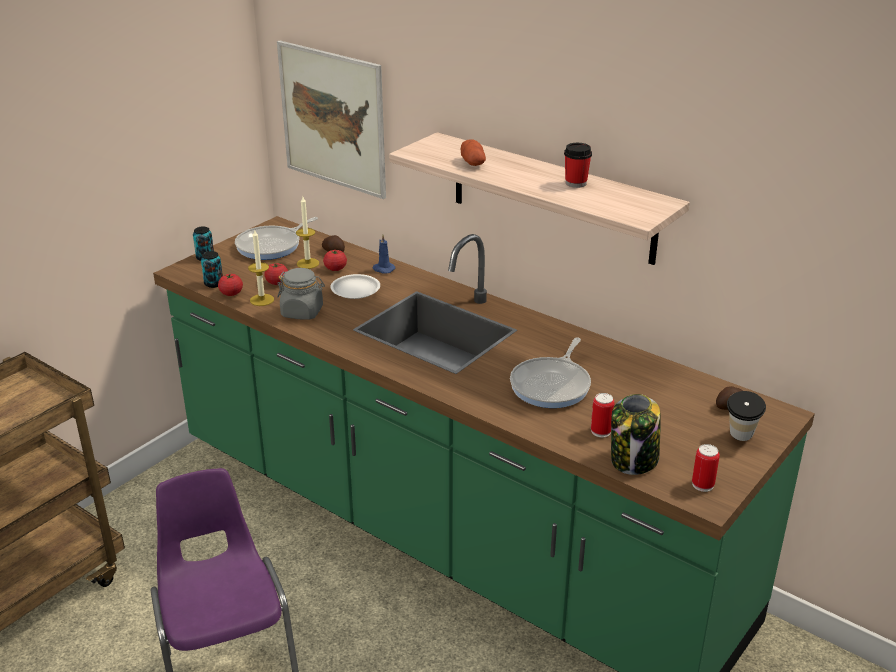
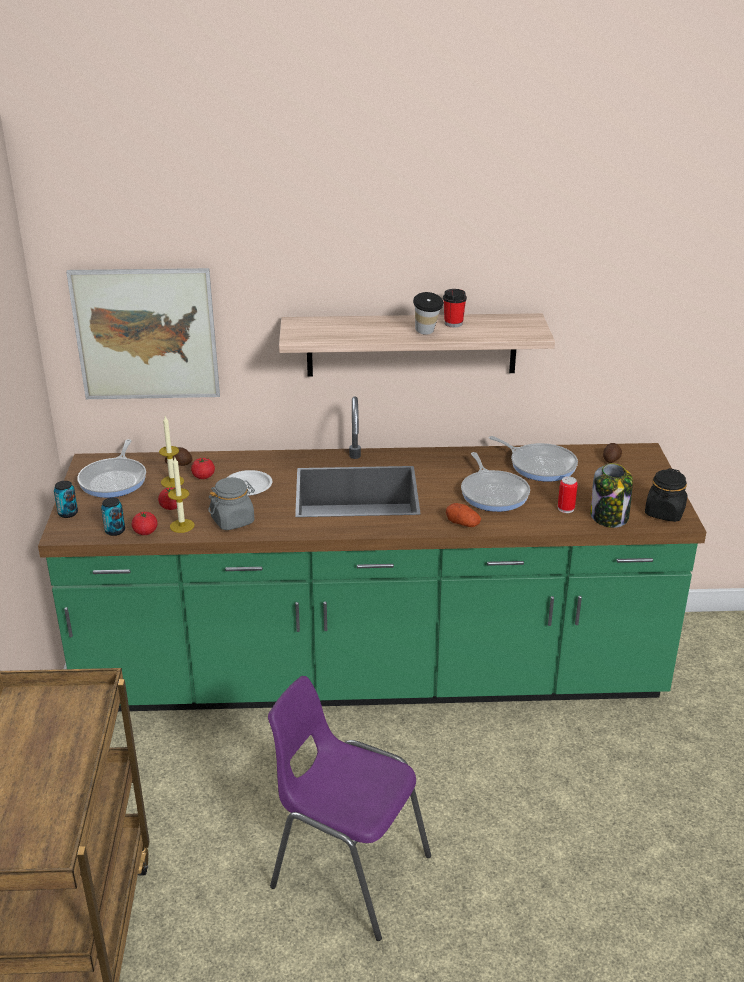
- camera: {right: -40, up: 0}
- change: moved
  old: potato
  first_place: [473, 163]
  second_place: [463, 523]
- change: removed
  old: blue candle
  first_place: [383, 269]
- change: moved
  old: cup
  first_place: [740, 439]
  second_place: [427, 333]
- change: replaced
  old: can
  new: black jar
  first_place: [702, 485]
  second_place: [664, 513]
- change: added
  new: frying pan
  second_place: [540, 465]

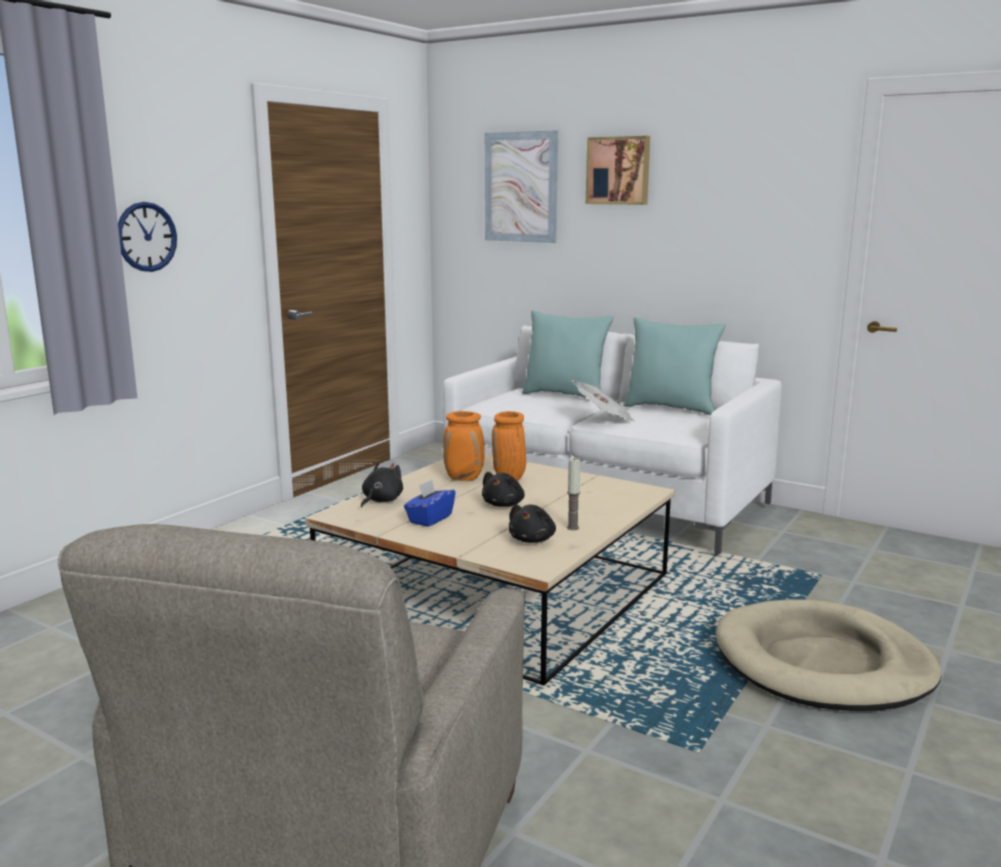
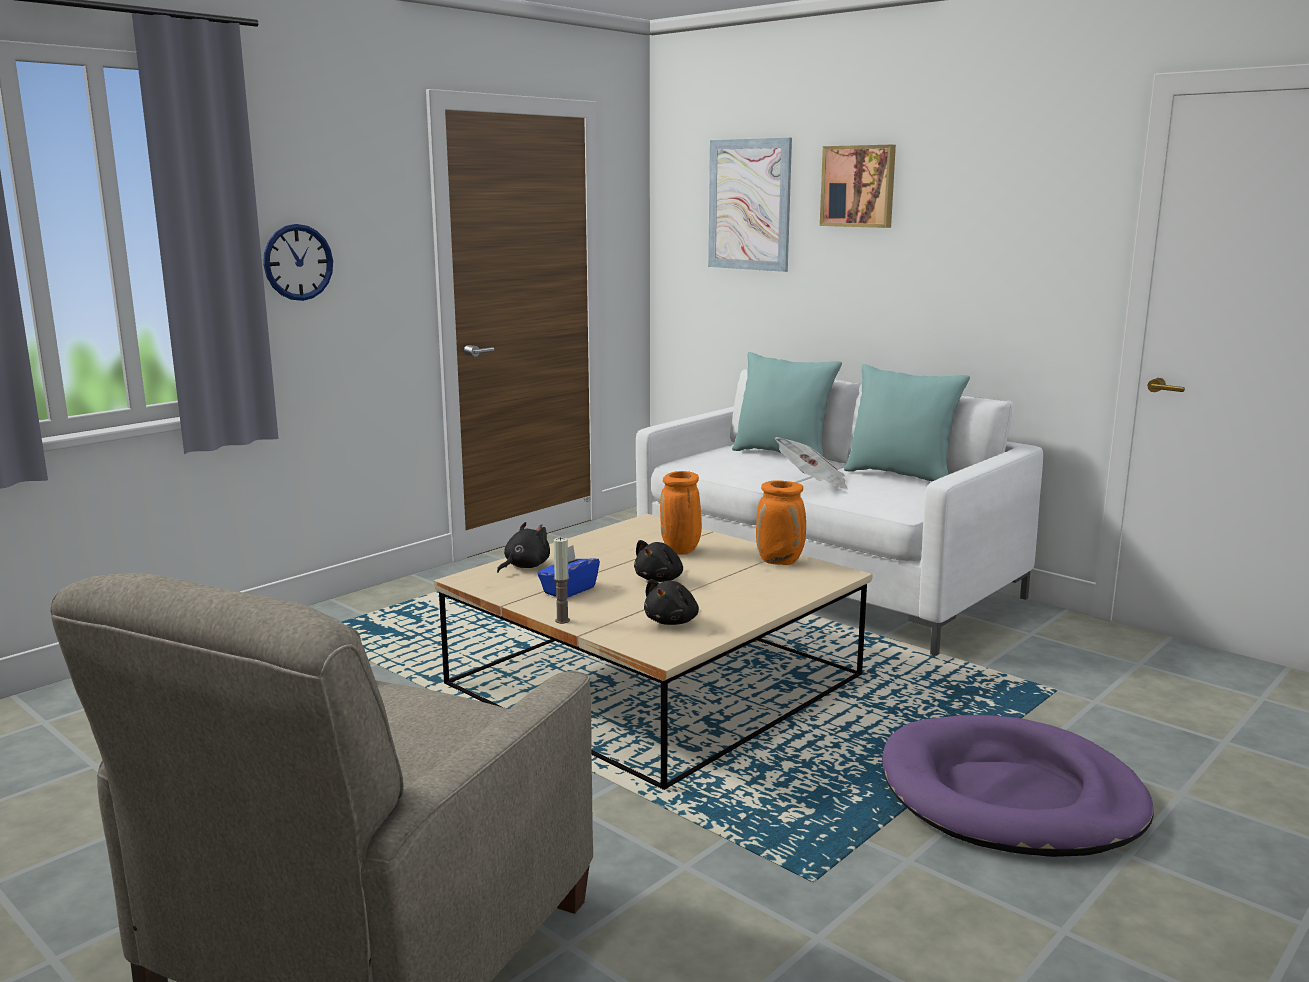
- camera: {right: 10, up: 0}
- change: moved
  old: orange vase
  first_place: [465, 478]
  second_place: [780, 562]
- change: moved
  old: candle
  first_place: [572, 528]
  second_place: [562, 620]
- change: recoloured
  old: beige dog bed
  new: purple dog bed
  first_place: [822, 664]
  second_place: [1010, 796]

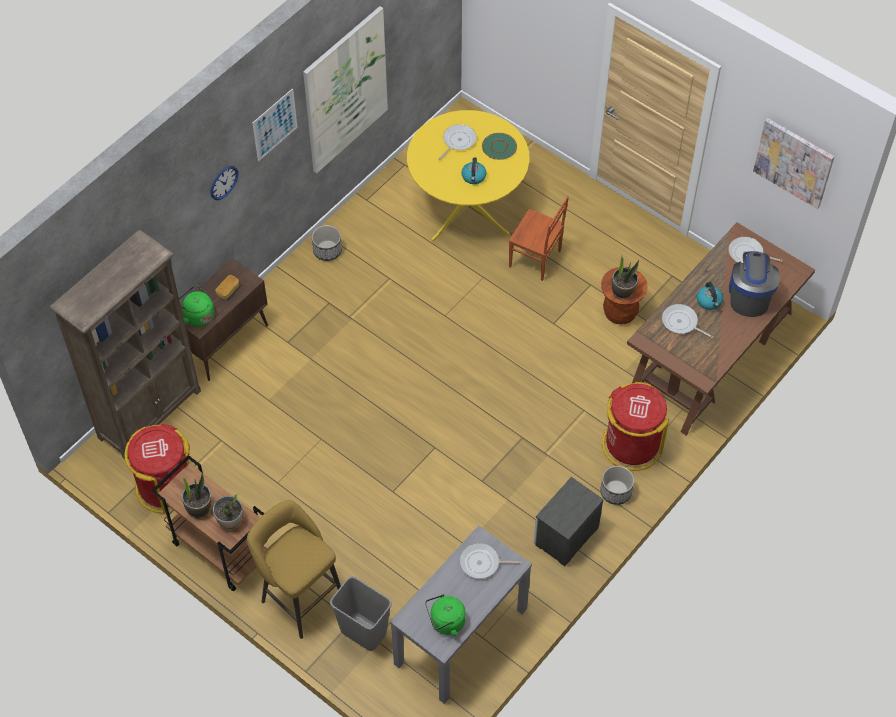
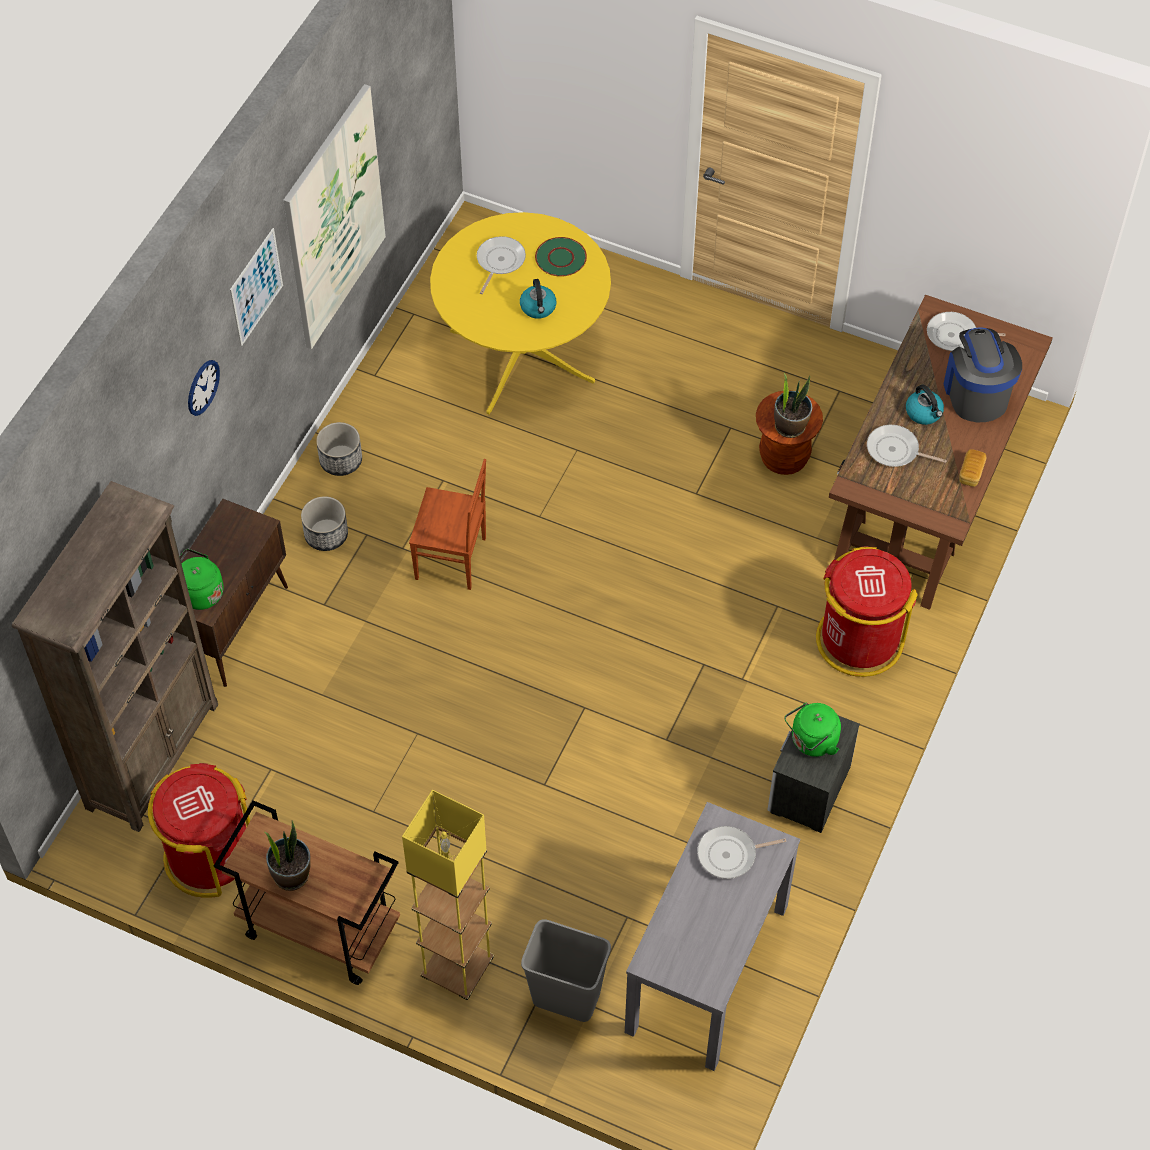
- camera: {right: -15, up: 0}
- change: removed
  old: picture
  first_place: [794, 162]
- change: moved
  old: brown chair
  first_place: [535, 260]
  second_place: [452, 560]
- change: moved
  old: bread
  first_place: [228, 290]
  second_place: [971, 473]
- change: moved
  old: planter
  first_place: [616, 492]
  second_place: [326, 535]
- change: removed
  old: potted plant
  first_place: [230, 521]
- change: replaced
  old: yellow stool
  new: yellow floor lamp
  first_place: [299, 597]
  second_place: [457, 969]
- change: moved
  old: green kettle
  first_place: [445, 622]
  second_place: [812, 742]

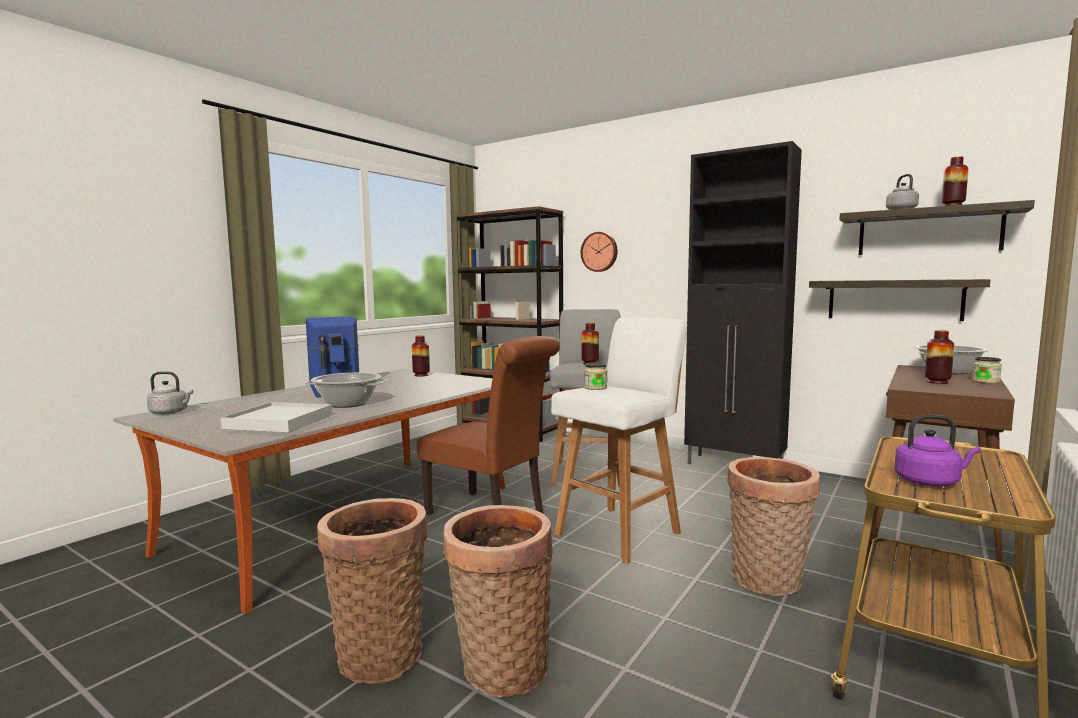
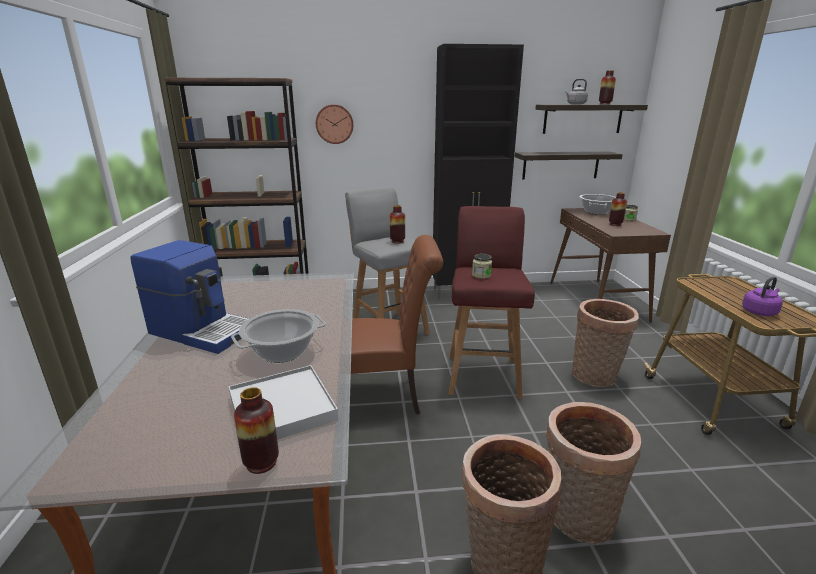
- camera: {right: -40, up: 15}
- change: recoloured
  old: white stool
  new: red stool
  first_place: [620, 532]
  second_place: [483, 374]
- change: moved
  old: vase
  first_place: [421, 375]
  second_place: [261, 463]
- change: removed
  old: grey kettle
  first_place: [170, 412]

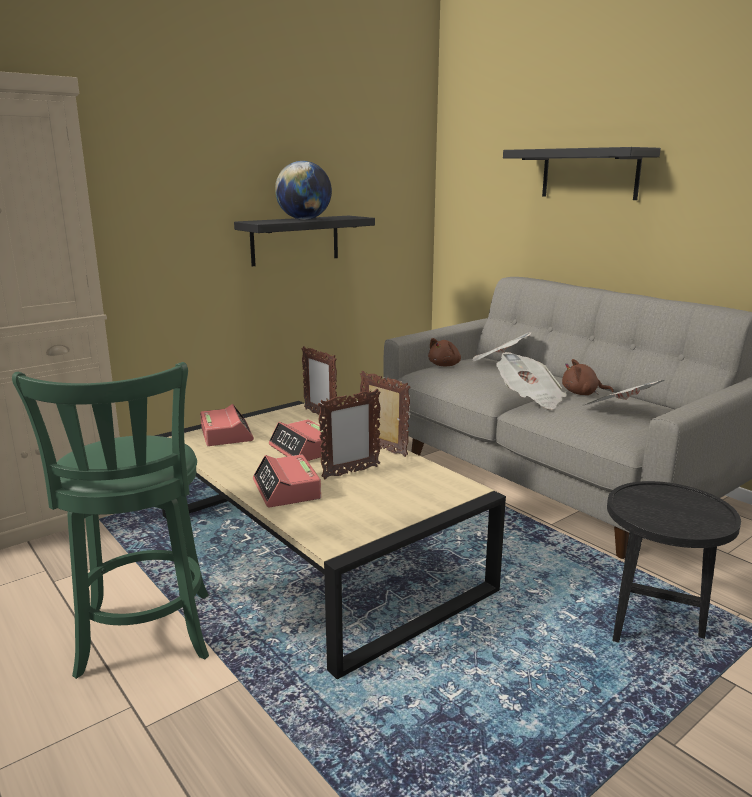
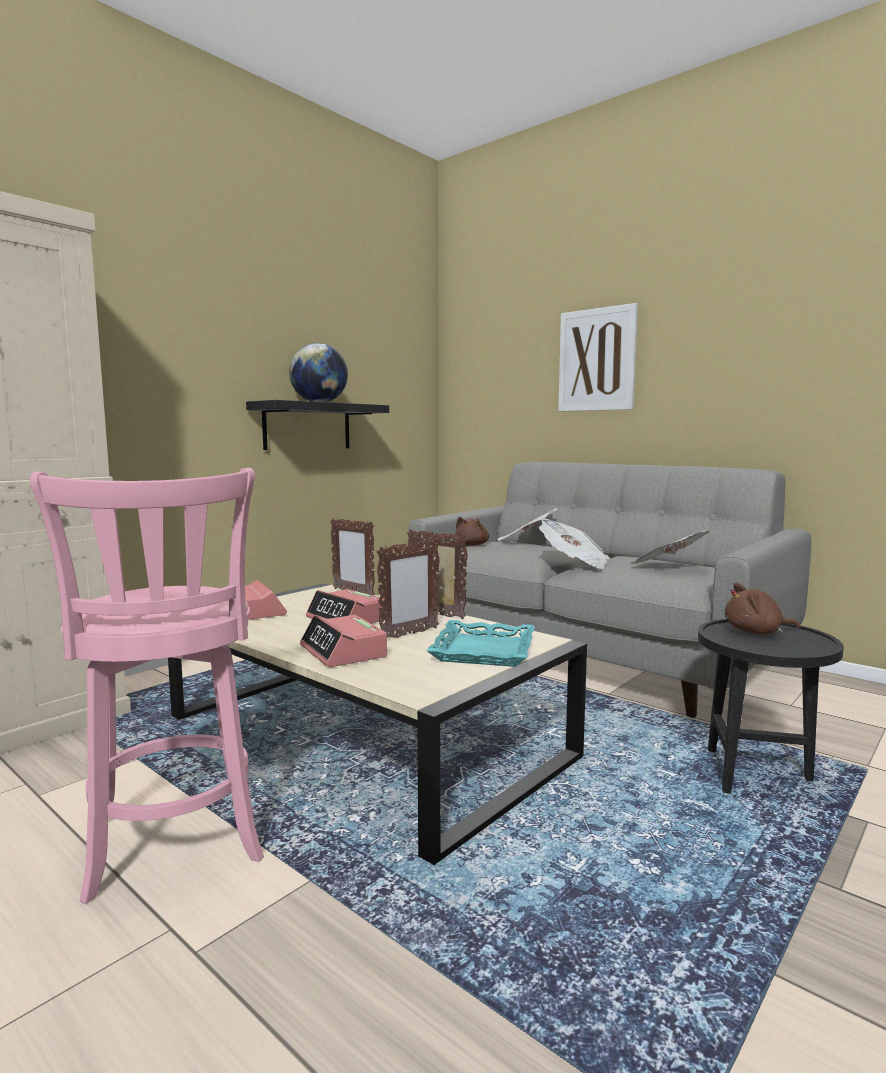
- camera: {right: -10, up: -10}
- change: replaced
  old: black shelf
  new: picture
  first_place: [589, 174]
  second_place: [597, 360]
- change: moved
  old: brown plush toy
  first_place: [582, 393]
  second_place: [756, 632]
- change: recoloured
  old: green stool
  new: pink stool
  first_place: [145, 638]
  second_place: [174, 846]
- change: added
  new: turquoise tray
  second_place: [482, 650]

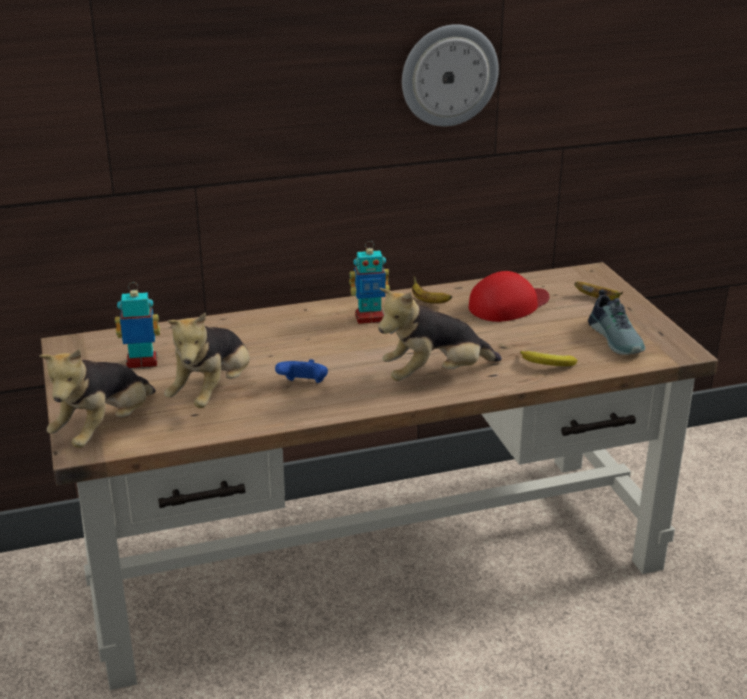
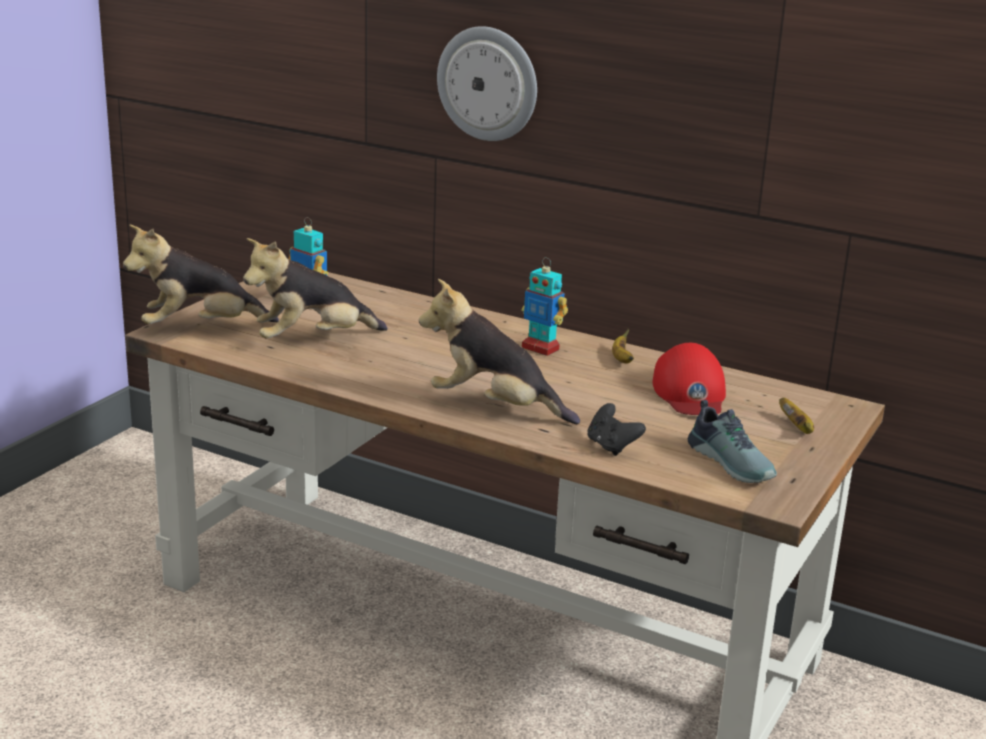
- camera: {right: 45, up: -5}
- change: moved
  old: wall clock
  first_place: [449, 75]
  second_place: [488, 83]
- change: turned
  old: red cap
  first_place: [508, 305]
  second_place: [690, 393]
  degrees: 75
- change: turned
  old: shoe
  first_place: [617, 338]
  second_place: [733, 462]
  degrees: -60
- change: replaced
  old: banana
  new: black game controller
  first_place: [547, 364]
  second_place: [611, 446]
- change: removed
  old: blue game controller
  first_place: [303, 385]

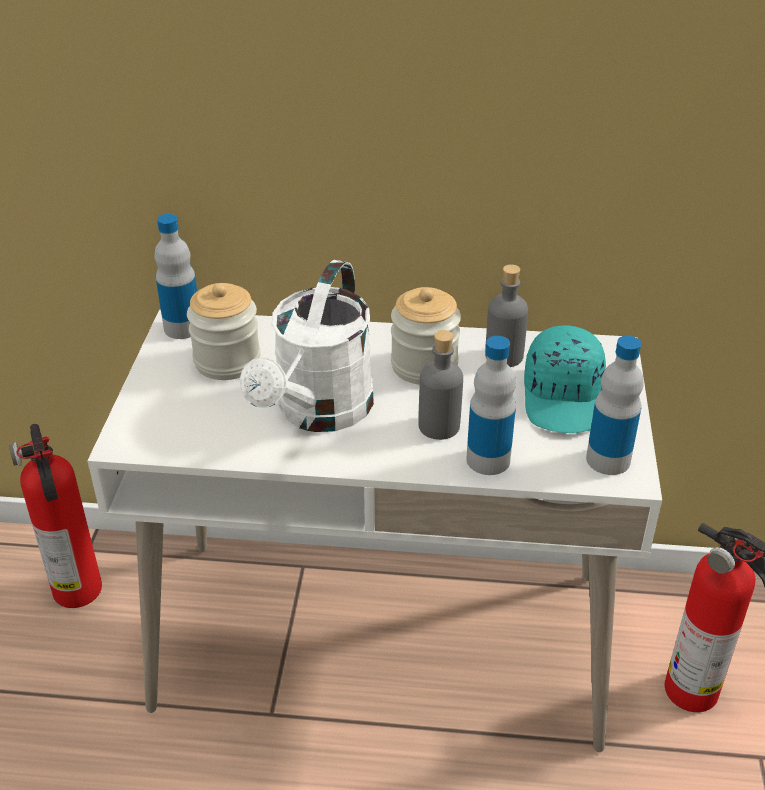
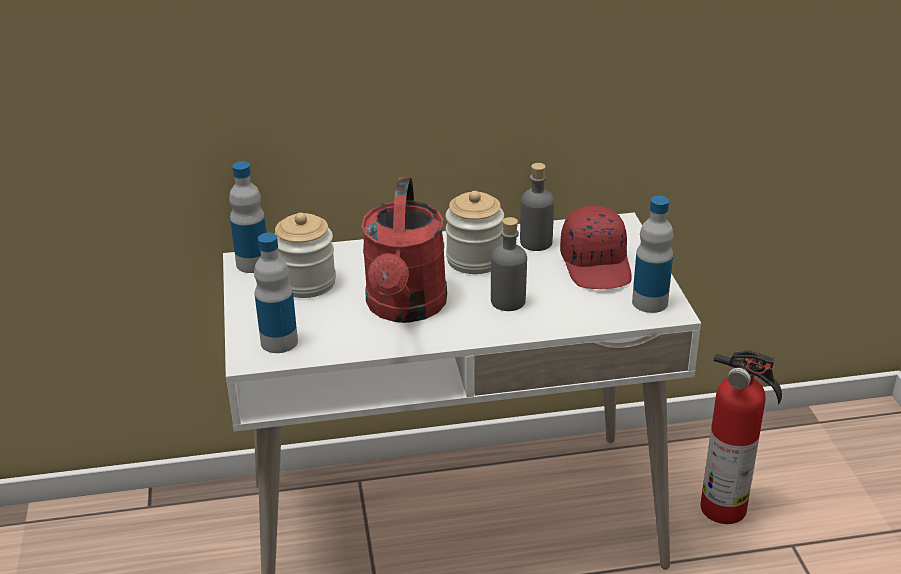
- camera: {right: -15, up: -5}
- change: recoloured
  old: white watering can
  new: red watering can
  first_place: [318, 413]
  second_place: [405, 308]
- change: recoloured
  old: turquoise cap
  new: red cap
  first_place: [564, 398]
  second_place: [597, 265]
- change: moved
  old: bottle
  first_place: [488, 460]
  second_place: [279, 342]
- change: removed
  old: fire extinguisher
  first_place: [78, 592]

